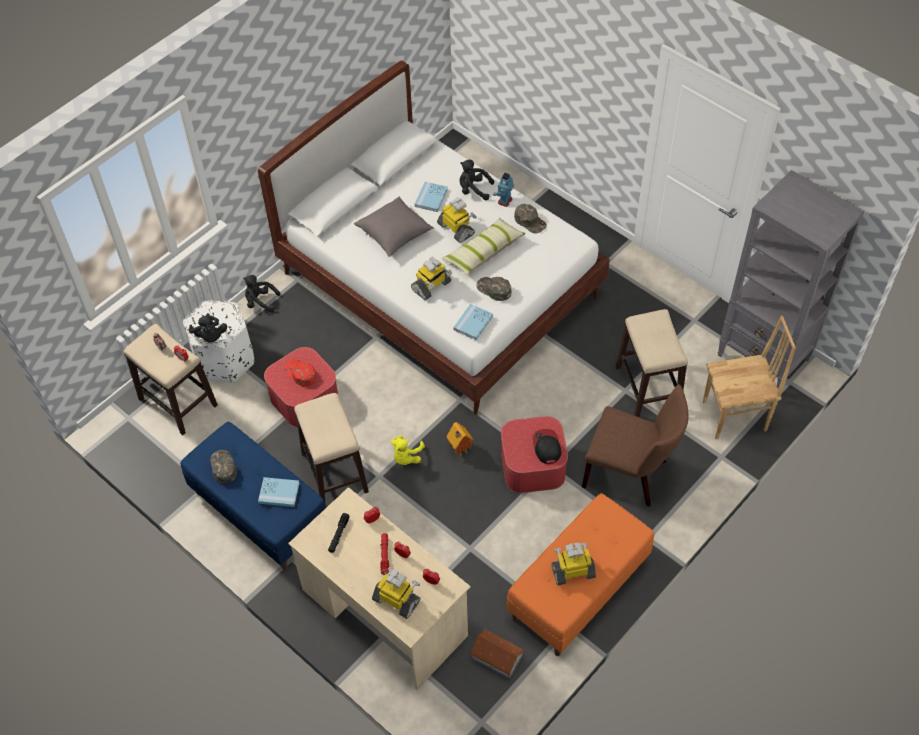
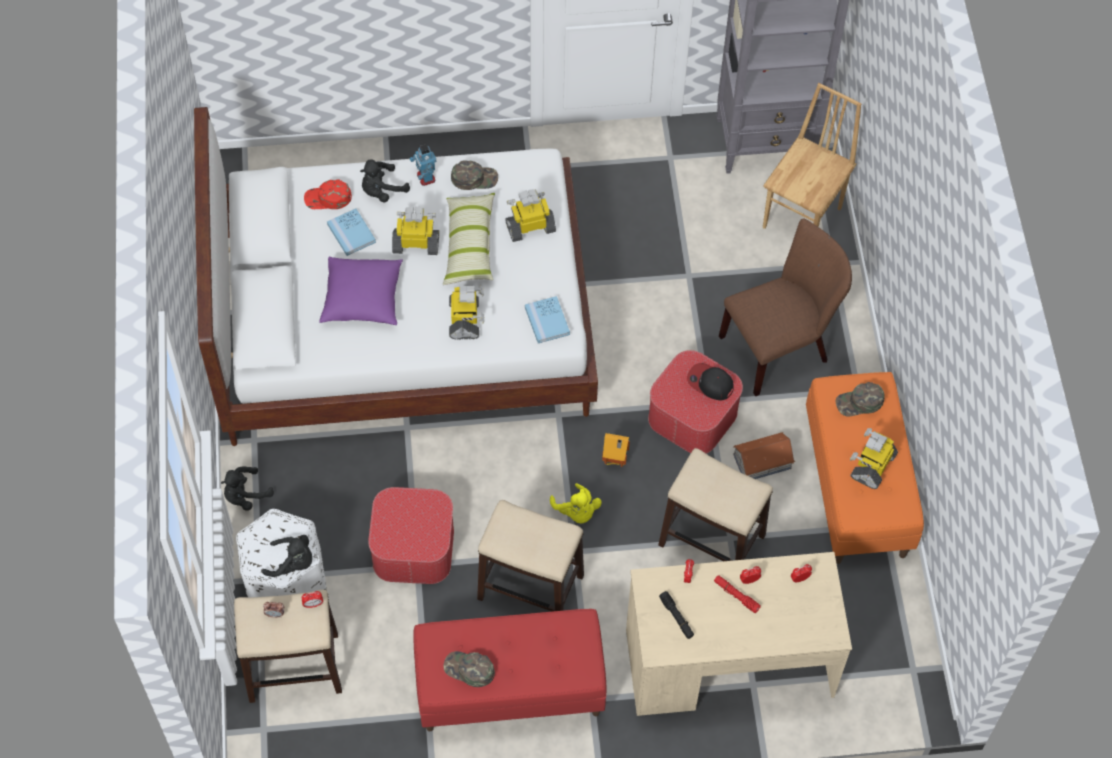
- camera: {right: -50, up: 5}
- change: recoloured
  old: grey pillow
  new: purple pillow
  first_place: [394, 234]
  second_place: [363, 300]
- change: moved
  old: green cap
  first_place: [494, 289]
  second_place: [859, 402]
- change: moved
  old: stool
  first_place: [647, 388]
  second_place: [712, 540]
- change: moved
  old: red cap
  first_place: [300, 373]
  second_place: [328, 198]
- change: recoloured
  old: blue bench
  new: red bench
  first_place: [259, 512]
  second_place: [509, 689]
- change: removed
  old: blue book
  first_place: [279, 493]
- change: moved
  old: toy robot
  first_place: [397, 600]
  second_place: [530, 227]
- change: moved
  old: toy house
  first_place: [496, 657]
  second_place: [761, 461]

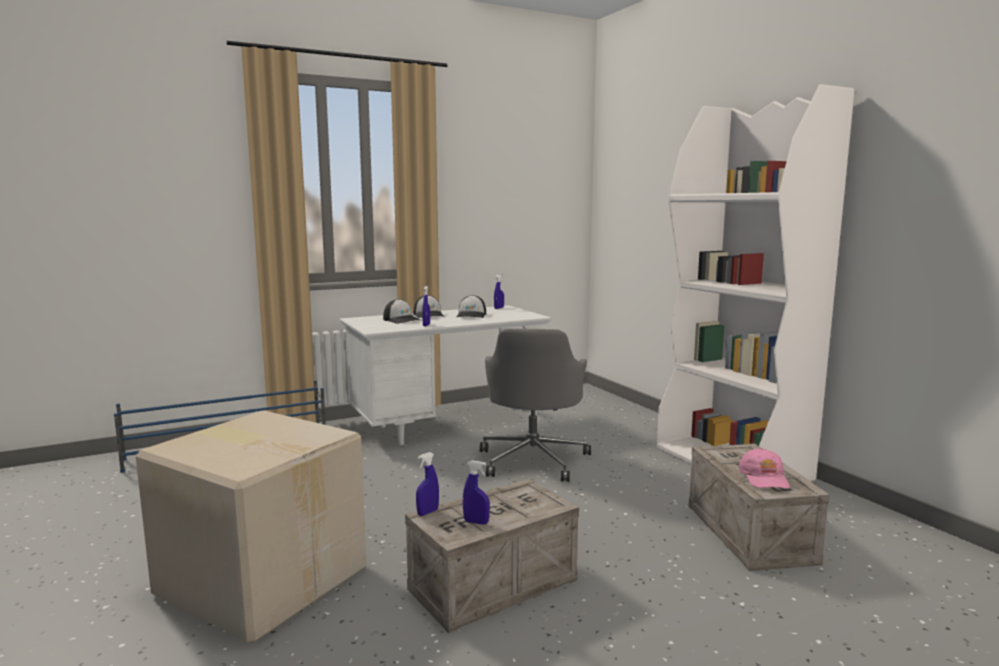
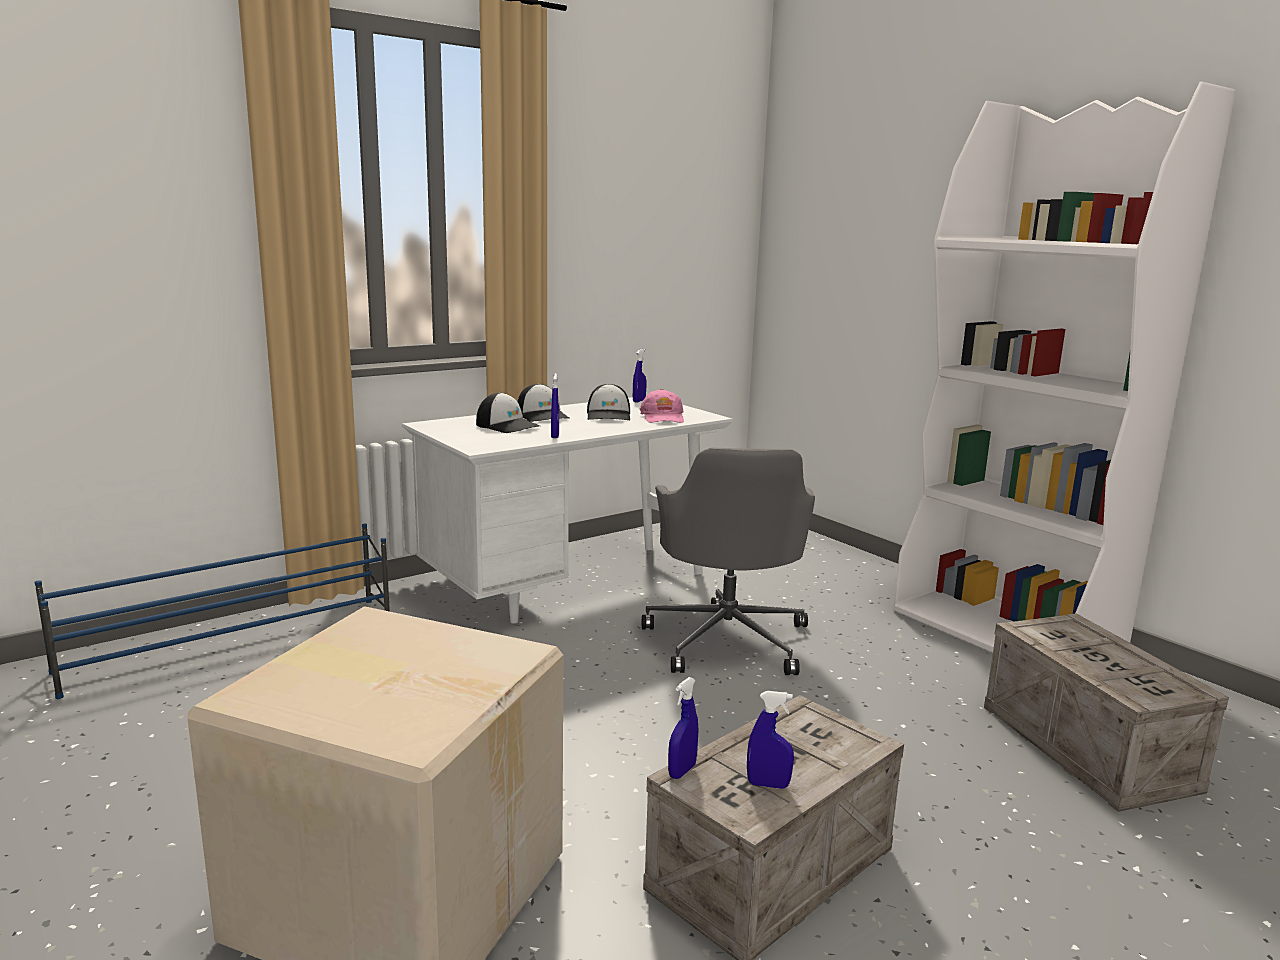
- camera: {right: -10, up: 5}
- change: moved
  old: pink cap
  first_place: [764, 477]
  second_place: [663, 417]

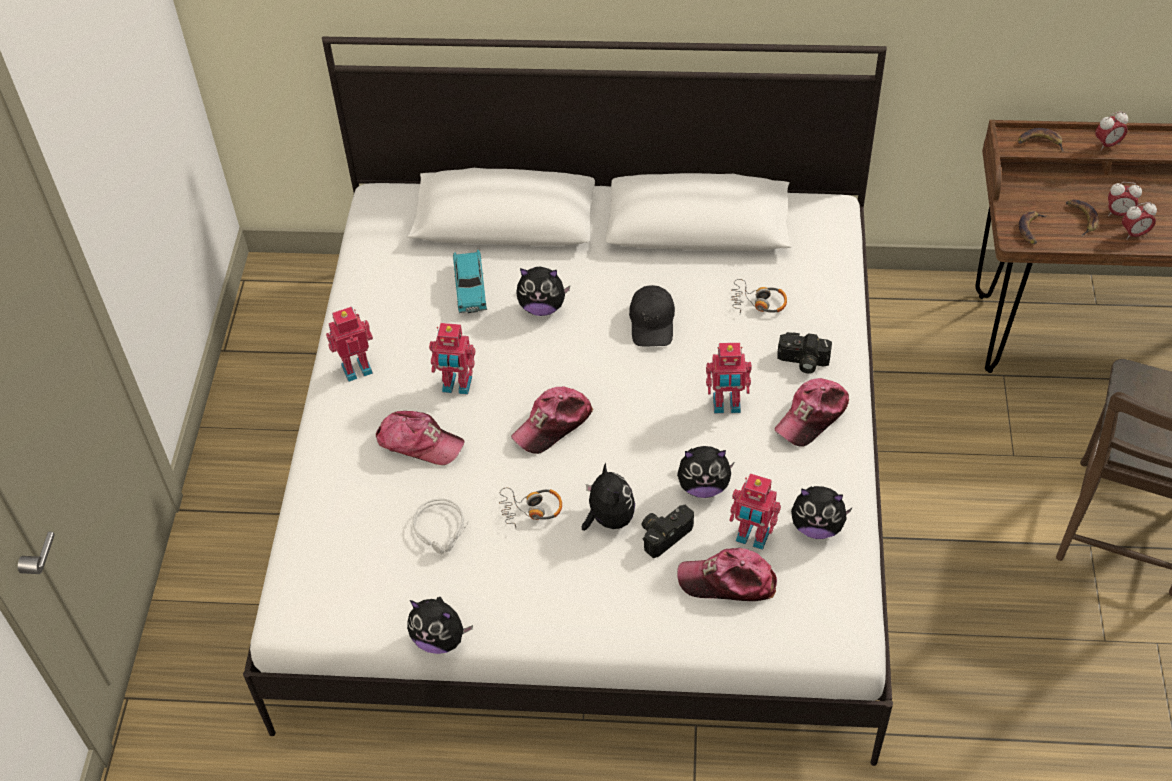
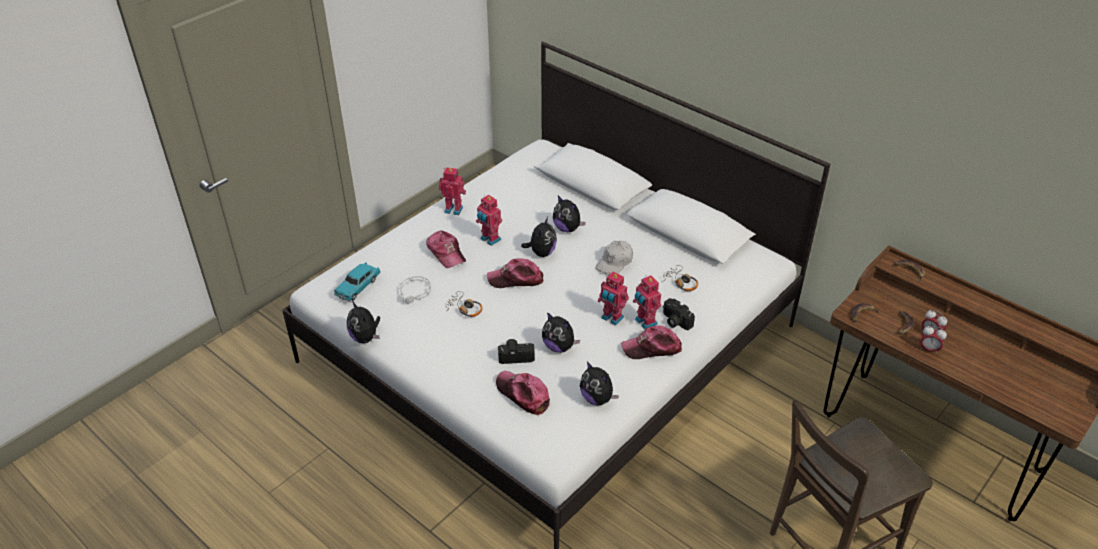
- camera: {right: 35, up: -10}
- change: removed
  old: alarm clock
  first_place: [1107, 144]
- change: moved
  old: turquoise toy car
  first_place: [470, 289]
  second_place: [358, 287]
- change: recoloured
  old: black cap
  new: white cap
  first_place: [652, 322]
  second_place: [615, 263]
- change: moved
  old: plush toy
  first_place: [608, 518]
  second_place: [541, 253]
- change: moved
  old: toy robot
  first_place: [752, 537]
  second_place: [645, 322]

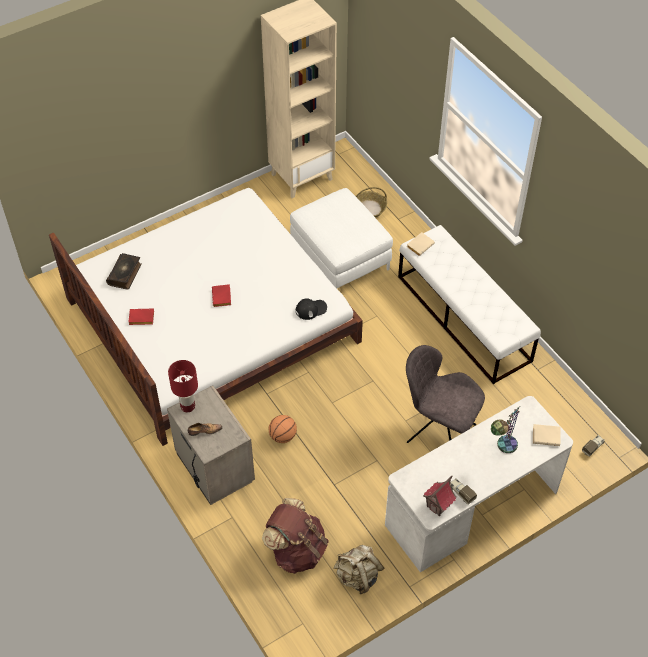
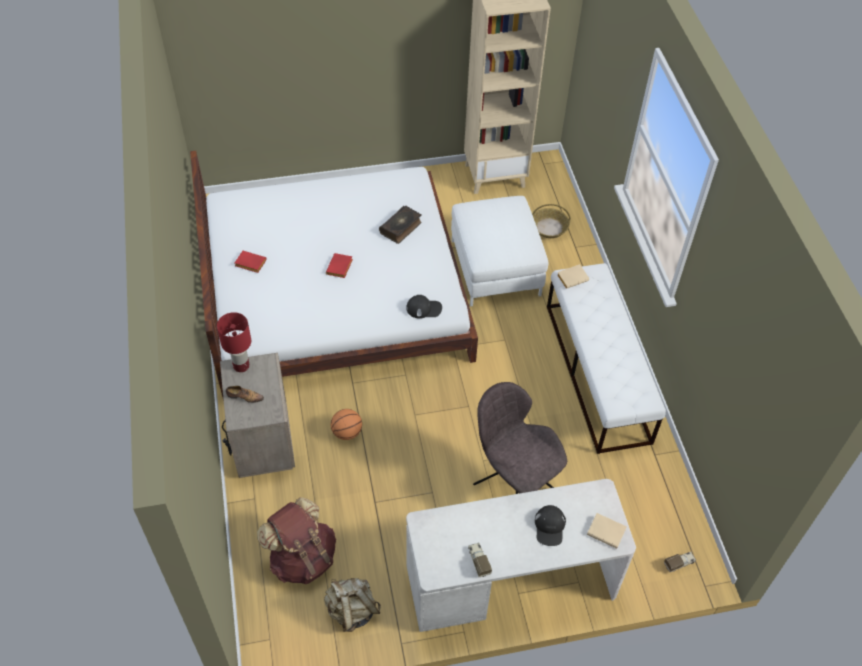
- camera: {right: 20, up: 0}
- change: moved
  old: book
  first_place: [125, 274]
  second_place: [401, 228]
- change: replaced
  old: table lamp
  new: black cap
  first_place: [502, 448]
  second_place: [549, 527]
- change: removed
  old: toy house
  first_place: [438, 506]

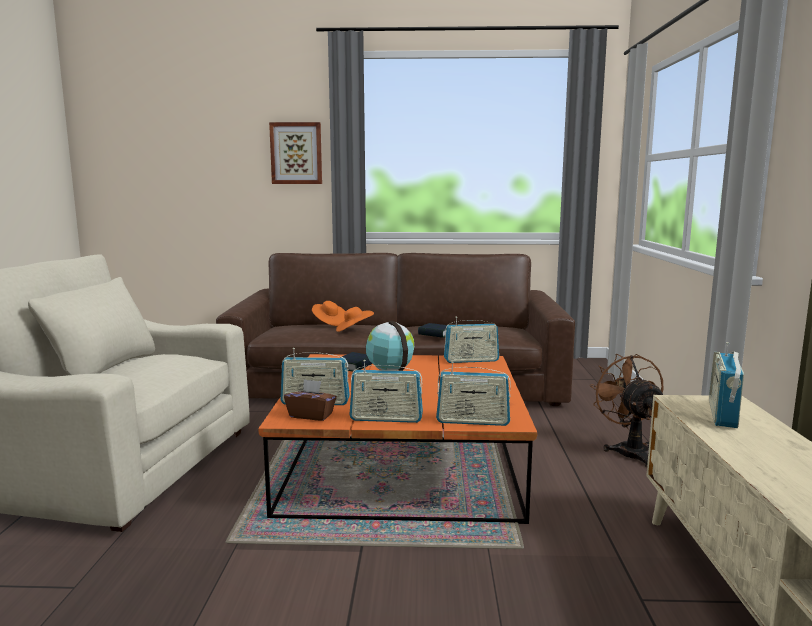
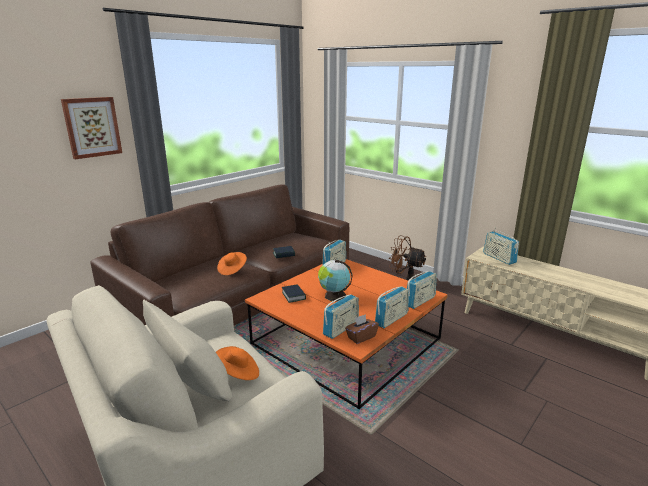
- camera: {right: -50, up: 10}
- change: moved
  old: orange hat
  first_place: [329, 323]
  second_place: [237, 373]

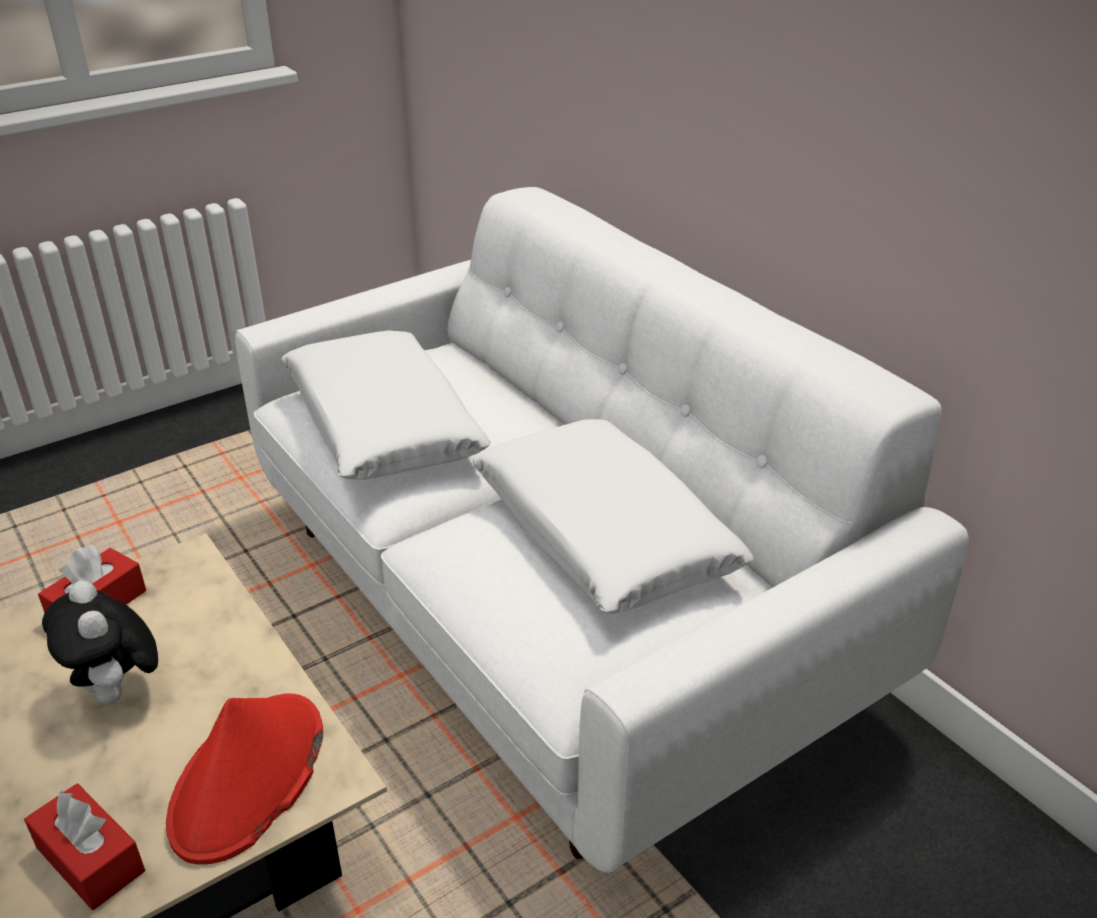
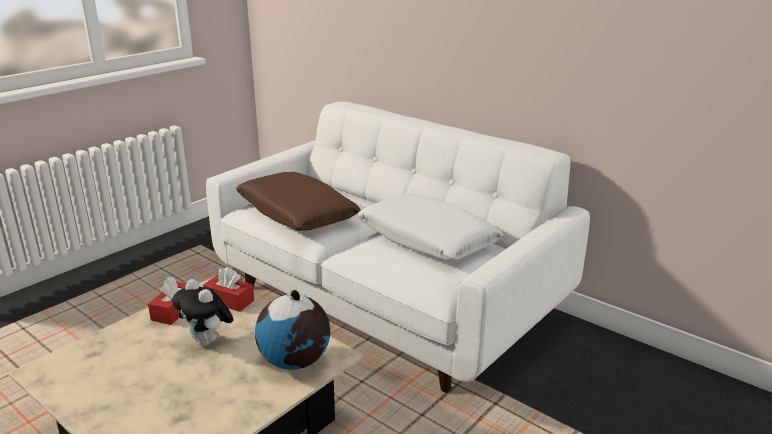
- camera: {right: -15, up: -10}
- change: recoloured
  old: white pillow
  new: brown pillow
  first_place: [382, 425]
  second_place: [296, 213]
- change: replaced
  old: red hat
  new: globe
  first_place: [248, 778]
  second_place: [295, 362]
- change: moved
  old: red tissue box
  first_place: [90, 859]
  second_place: [229, 301]

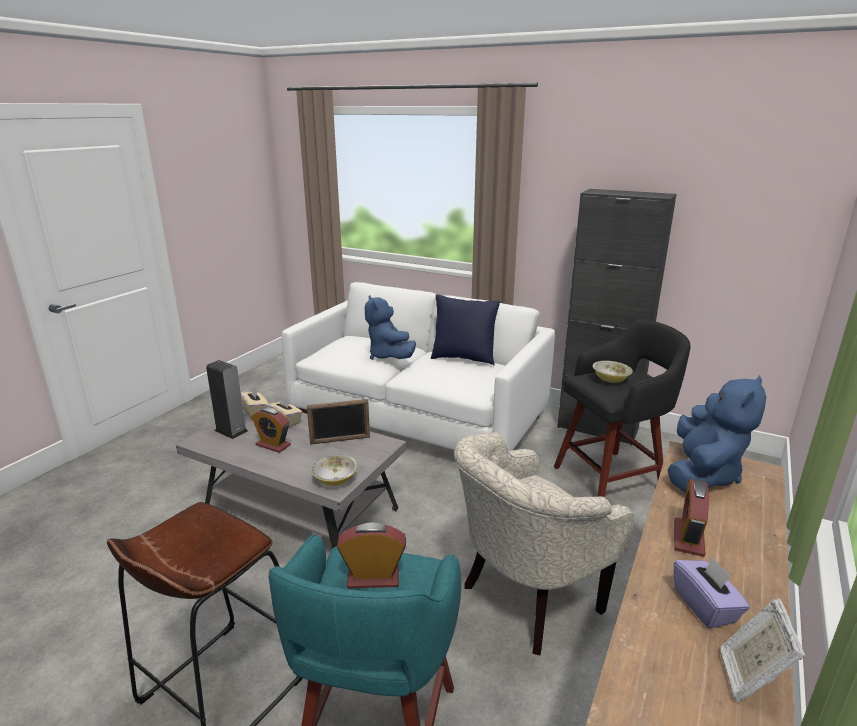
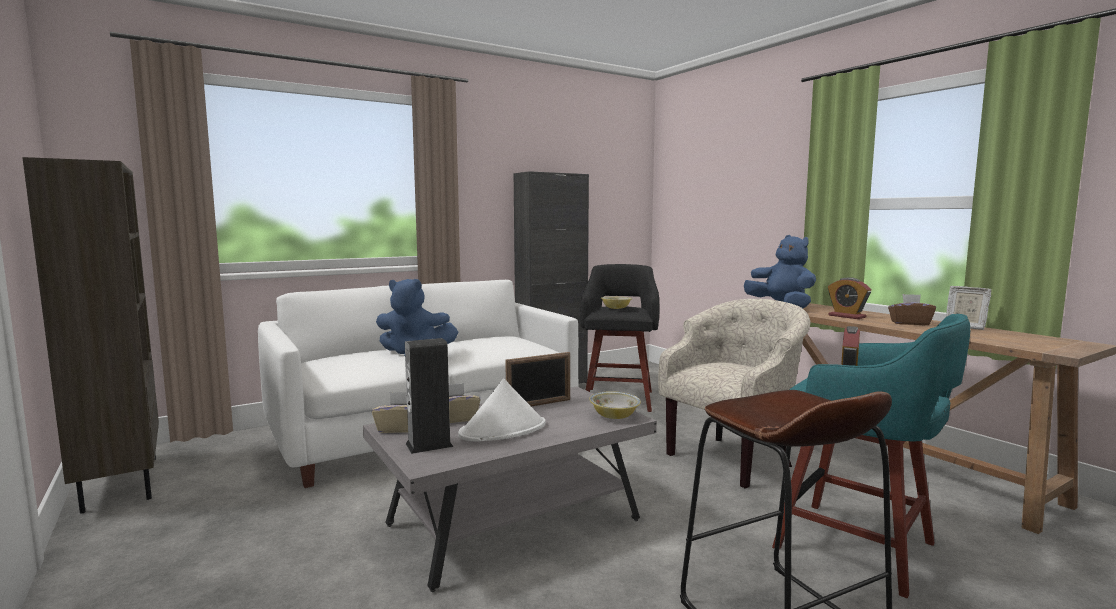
- camera: {right: -60, up: -15}
- change: removed
  old: blue pillow
  first_place: [463, 358]
- change: turned
  old: picture frame
  first_place: [340, 440]
  second_place: [539, 404]
  degrees: 45
- change: replaced
  old: alarm clock
  new: white hat
  first_place: [273, 445]
  second_place: [503, 430]
- change: turned
  old: beige armchair
  first_place: [525, 601]
  second_place: [733, 459]
  degrees: -120
- change: recoloured
  old: purple tissue box
  new: brown tissue box
  first_place: [705, 606]
  second_place: [909, 323]
- change: added
  new: brown bookcase
  second_place: [119, 483]

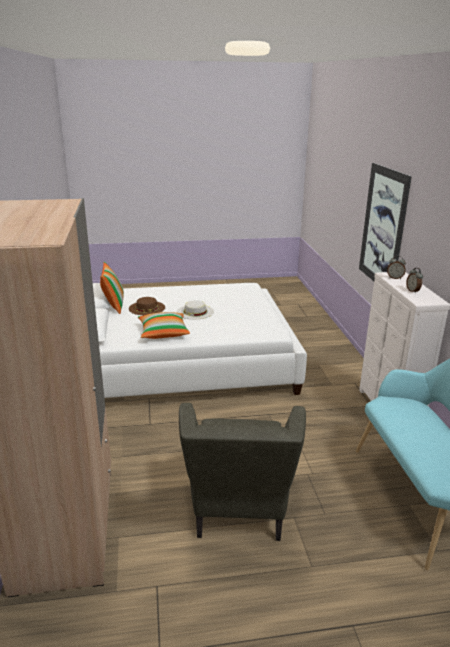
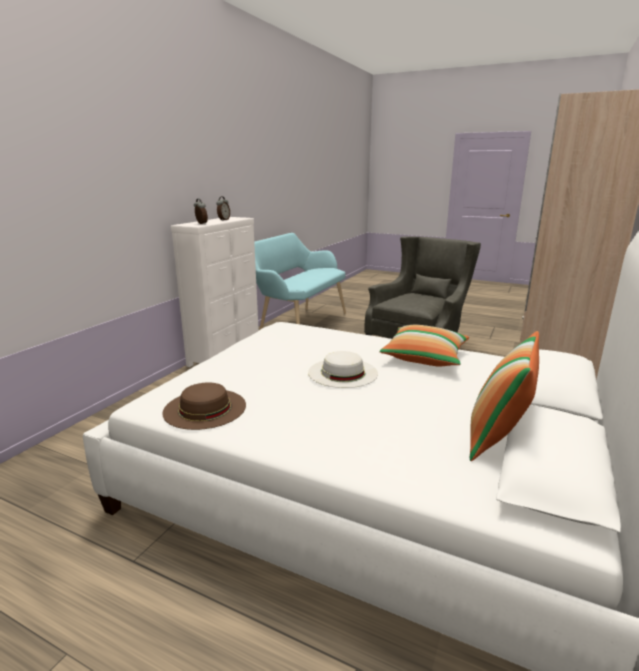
- camera: {right: -145, up: -5}
- change: removed
  old: picture
  first_place: [382, 228]
- change: moved
  old: brown hat
  first_place: [147, 308]
  second_place: [205, 408]

